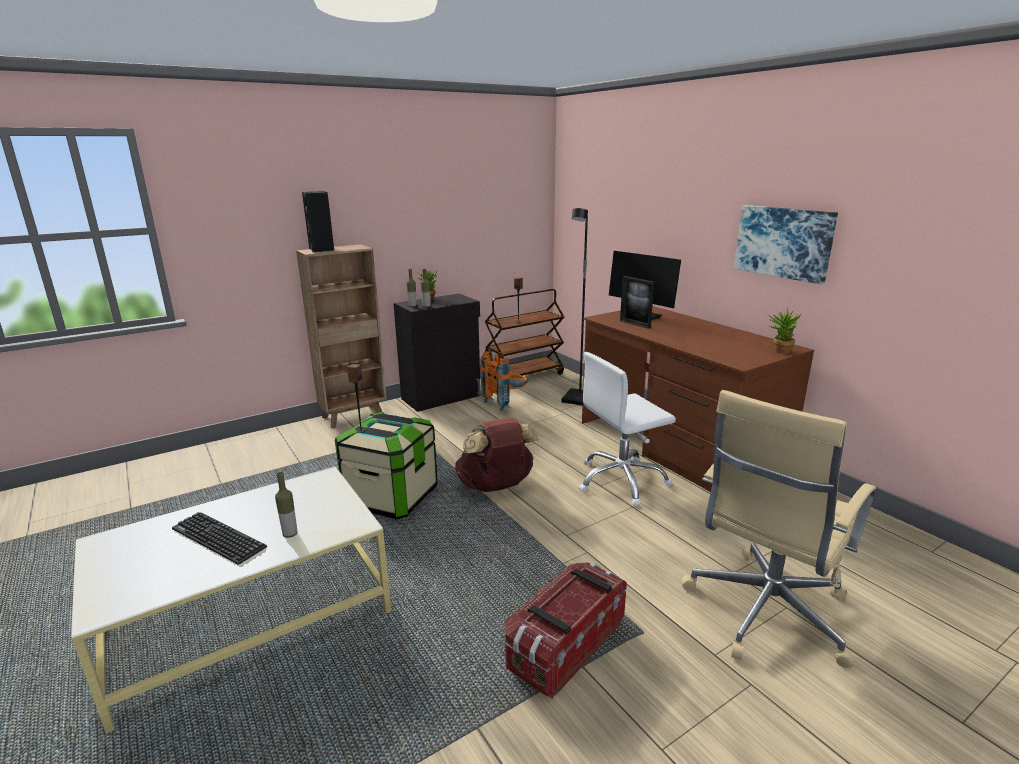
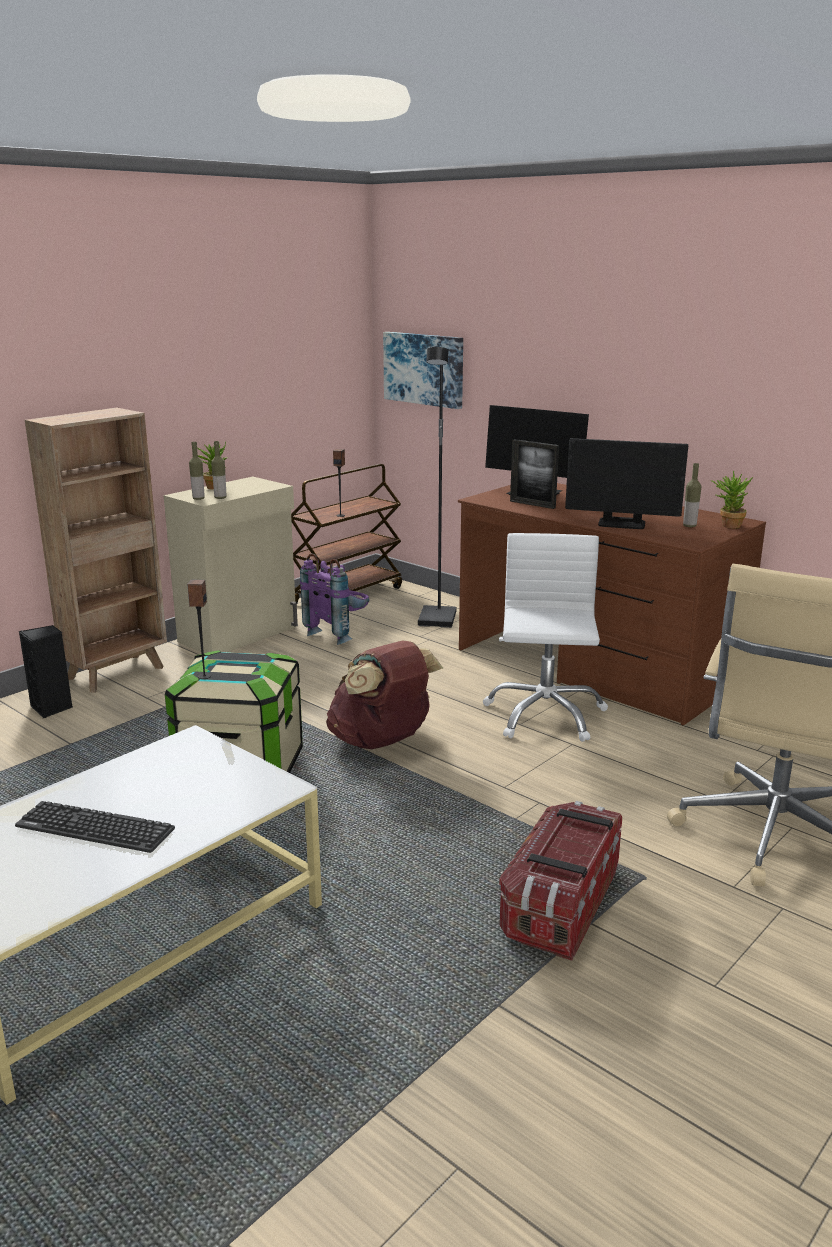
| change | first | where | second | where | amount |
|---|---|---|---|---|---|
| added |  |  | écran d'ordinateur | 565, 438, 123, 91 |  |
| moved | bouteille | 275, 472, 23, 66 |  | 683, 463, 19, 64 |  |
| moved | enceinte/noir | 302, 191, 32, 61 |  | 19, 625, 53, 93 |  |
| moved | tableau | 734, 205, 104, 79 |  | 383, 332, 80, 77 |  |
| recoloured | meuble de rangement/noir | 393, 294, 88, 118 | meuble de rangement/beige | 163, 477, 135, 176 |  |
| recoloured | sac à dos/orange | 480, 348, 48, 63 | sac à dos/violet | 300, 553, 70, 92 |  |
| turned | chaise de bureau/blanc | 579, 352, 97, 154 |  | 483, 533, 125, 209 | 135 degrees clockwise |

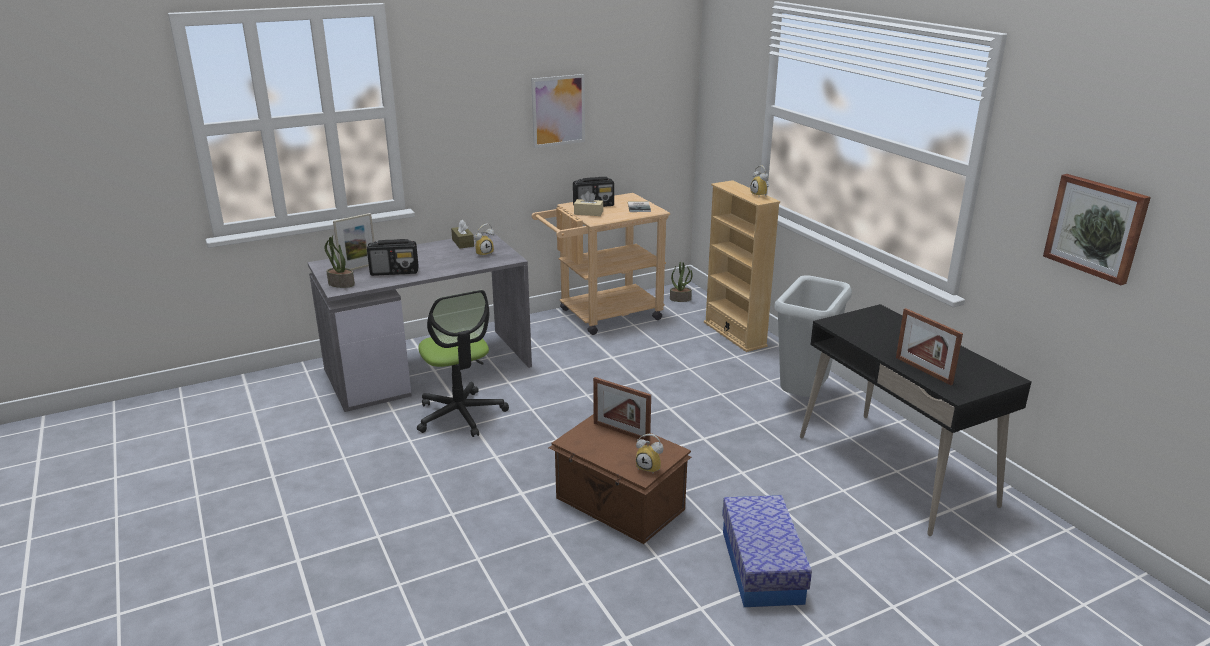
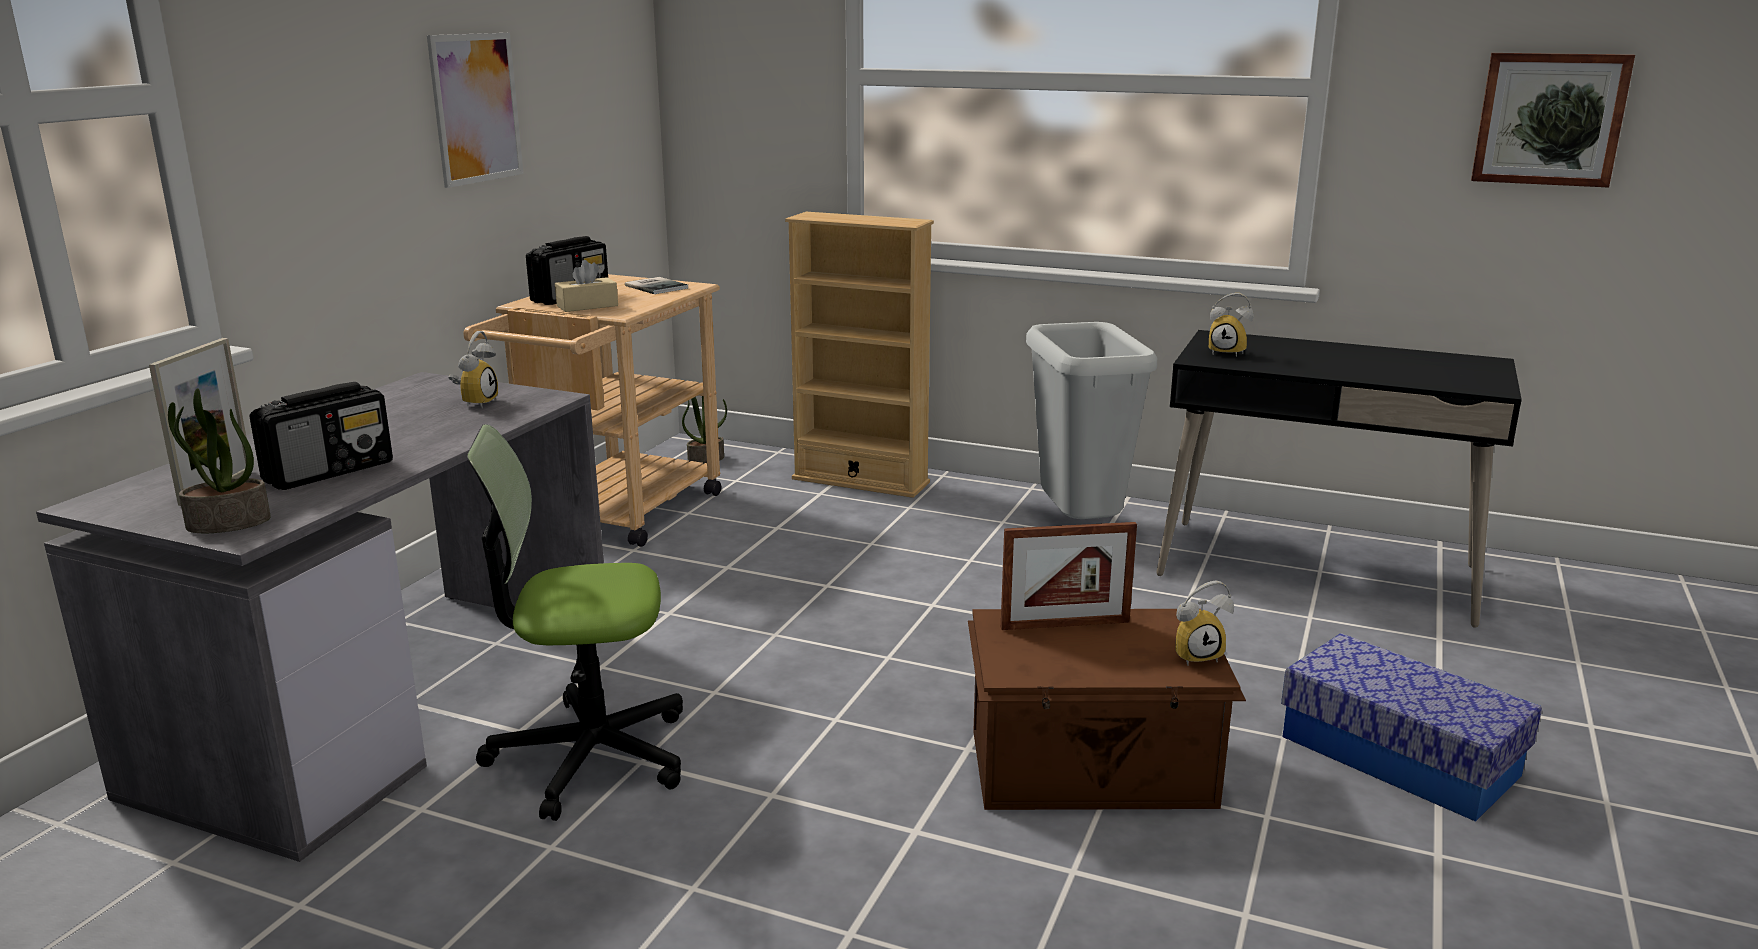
| change | first | where | second | where | amount |
|---|---|---|---|---|---|
| removed | boîte à mouchoirs/marron | 451, 220, 23, 29 |  |  |  |
| removed | cadre photo | 896, 308, 67, 77 |  |  |  |
| moved | réveil | 750, 166, 20, 30 |  | 1209, 293, 45, 64 |  |
| turned | chaise de bureau | 417, 290, 92, 147 |  | 467, 424, 216, 397 | 150 degrees clockwise |

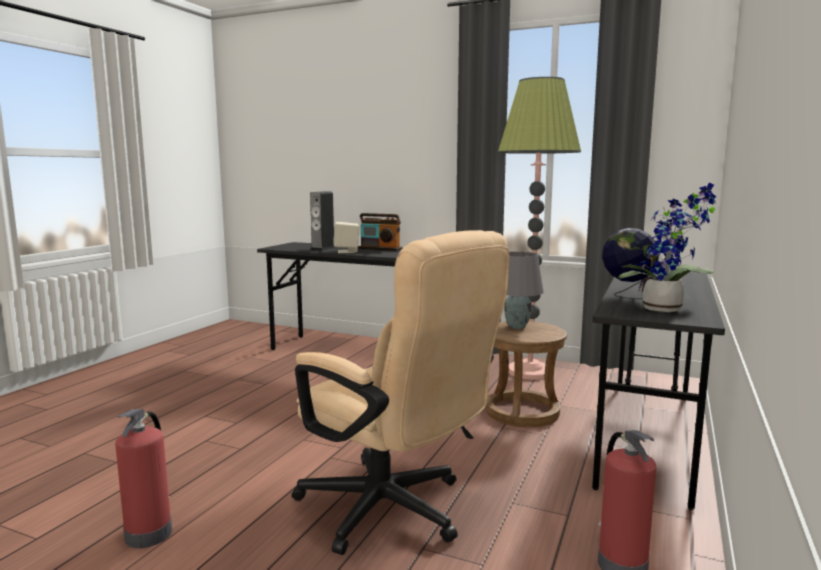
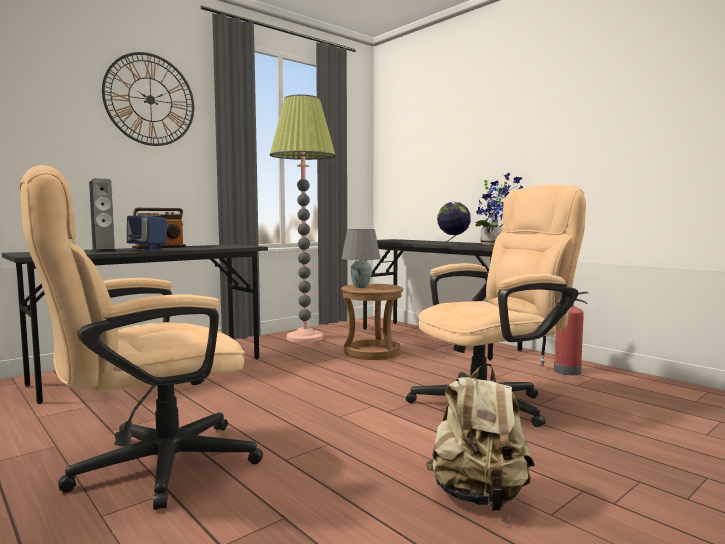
| change | first | where | second | where | amount |
|---|---|---|---|---|---|
| added |  |  | chaise de bureau/beige | 20, 165, 243, 345 |  |
| added |  |  | horloge murale | 102, 52, 92, 94 |  |
| replaced | extincteur | 115, 409, 57, 139 | sac à dos/beige | 426, 363, 109, 148 |  |
| recoloured | enceinte/beige | 333, 222, 26, 31 | enceinte/bleu | 127, 216, 40, 35 |  |

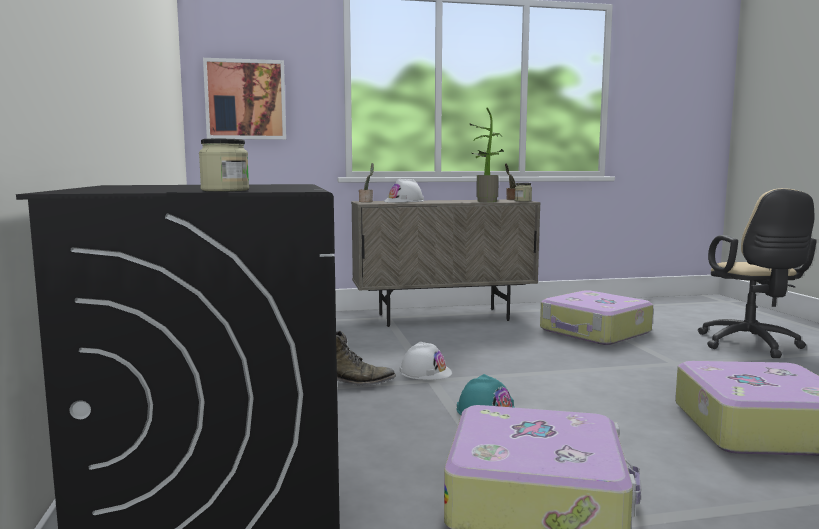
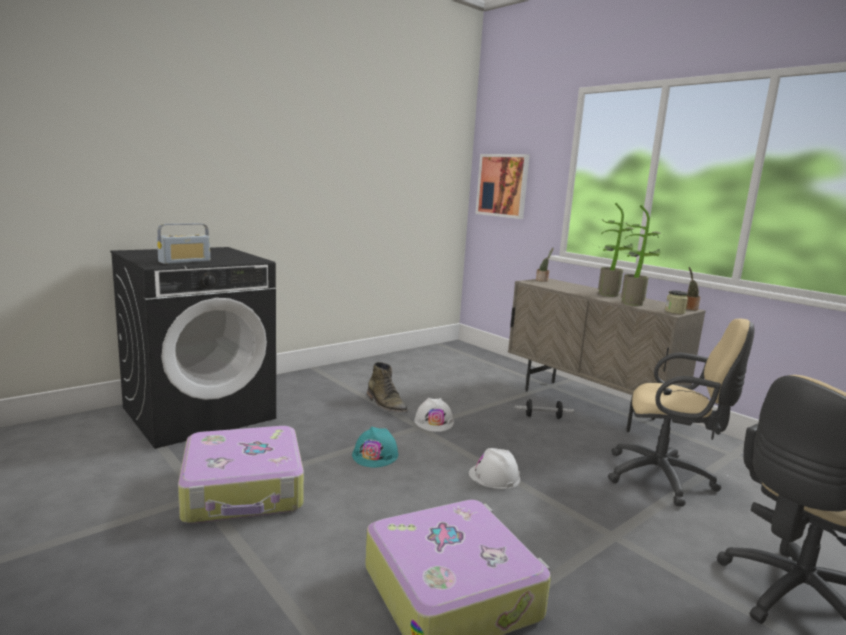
| change | first | where | second | where | amount |
|---|---|---|---|---|---|
| removed | bocal | 199, 139, 50, 52 |  |  |  |
| added |  |  | radio | 157, 223, 53, 41 |  |
| added |  |  | haltère | 515, 399, 59, 20 |  |
| added |  |  | plante en pot | 595, 203, 42, 94 |  |
| moved | casque de chantier/blanc | 384, 179, 40, 23 |  | 469, 448, 52, 41 |  |
| replaced | valise | 540, 290, 113, 55 | chaise de bureau/beige | 608, 319, 146, 187 |  |

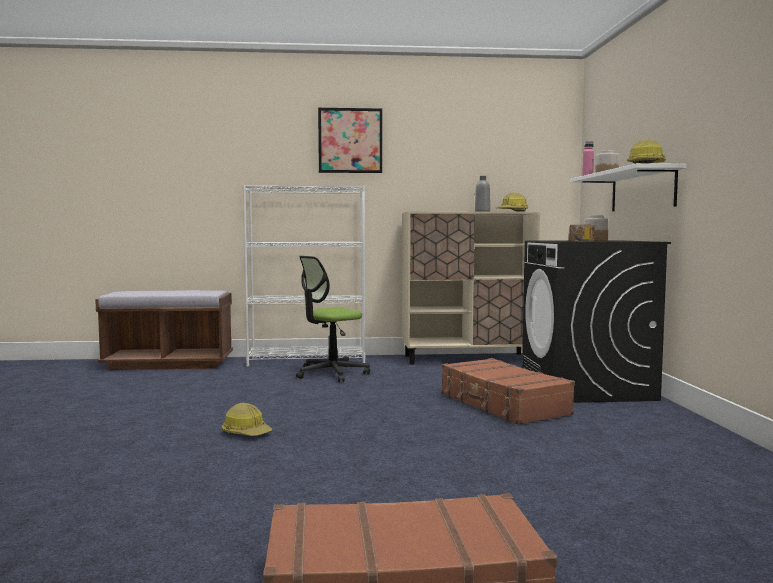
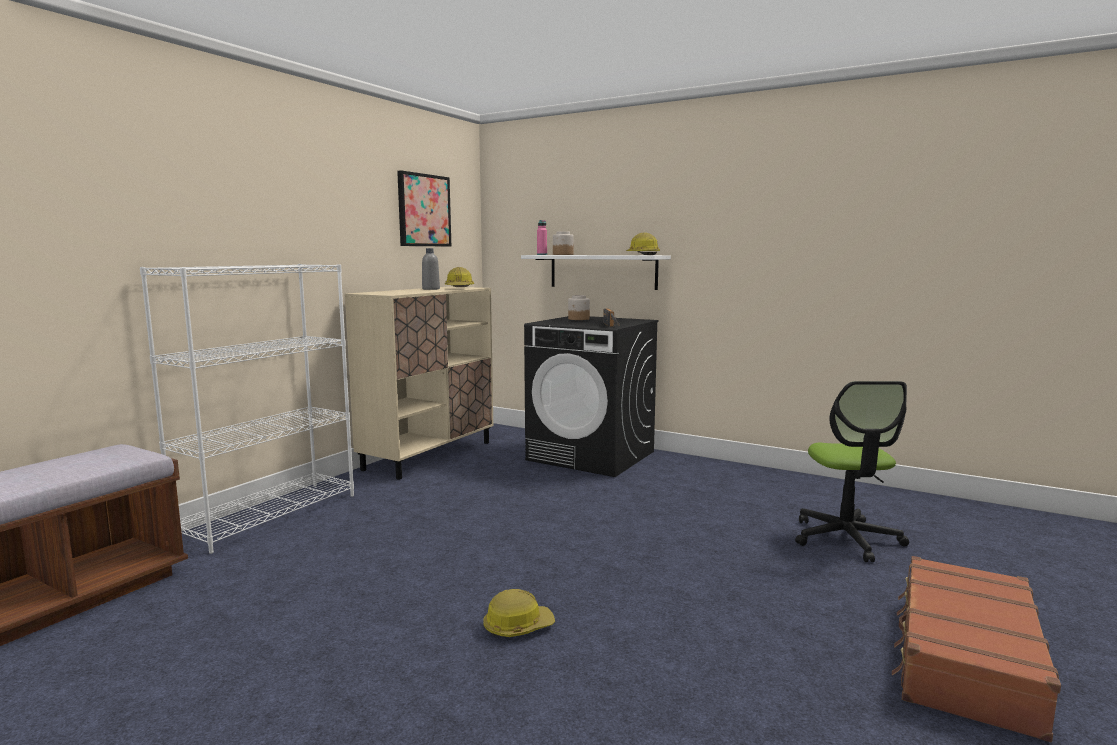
| change | first | where | second | where | amount |
|---|---|---|---|---|---|
| removed | valise/marron | 442, 358, 133, 67 |  |  |  |
| moved | chaise de bureau | 296, 256, 74, 126 |  | 795, 381, 114, 181 |  |
| moved | tableau | 318, 108, 64, 65 |  | 397, 170, 54, 76 |  |

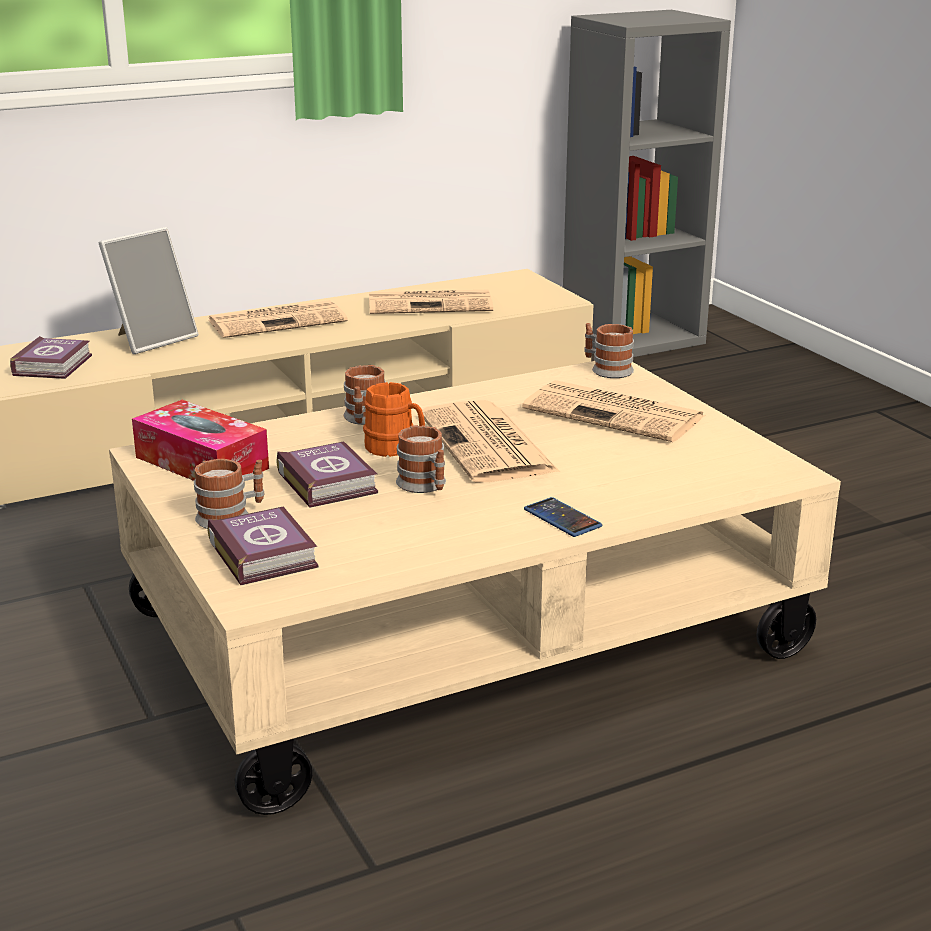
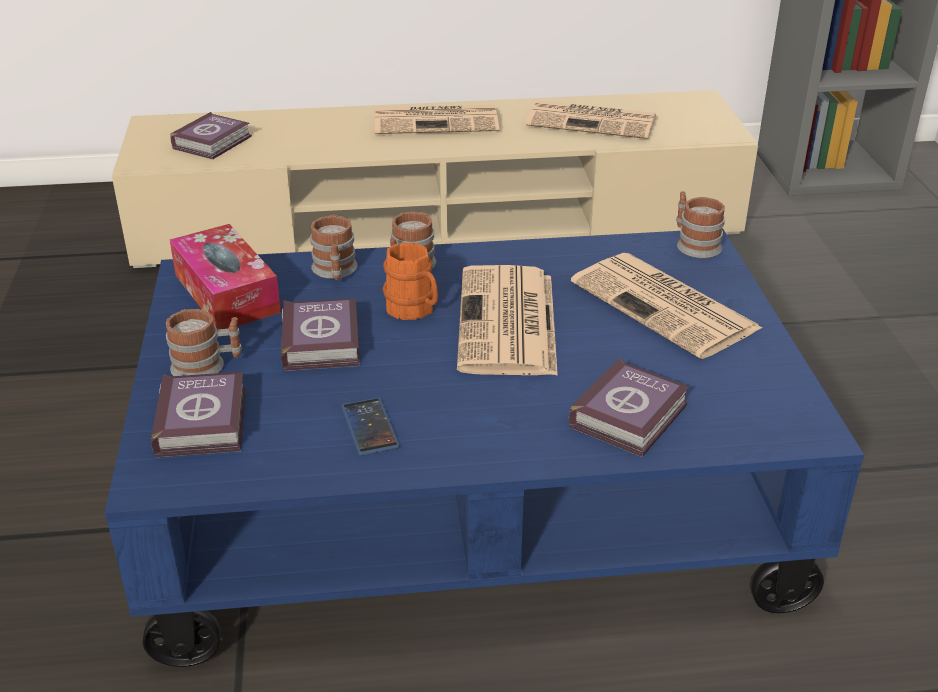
| change | first | where | second | where | amount |
|---|---|---|---|---|---|
| removed | cadre photo | 99, 227, 100, 127 |  |  |  |
| added |  |  | livre | 569, 358, 120, 99 |  |
| moved | mug | 396, 425, 50, 68 |  | 310, 215, 47, 65 |  |
| moved | téléphone | 524, 497, 78, 40 |  | 341, 398, 59, 58 |  |
| recoloured | table basse/beige | 109, 361, 732, 454 | table basse/bleu | 105, 228, 759, 439 |  |

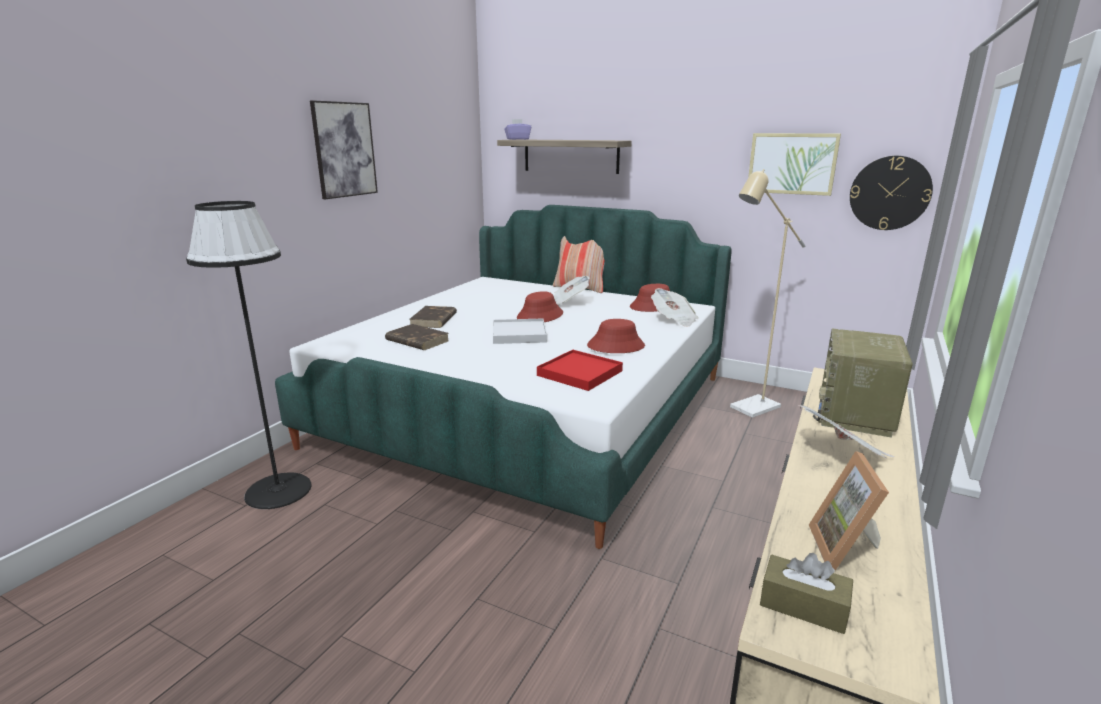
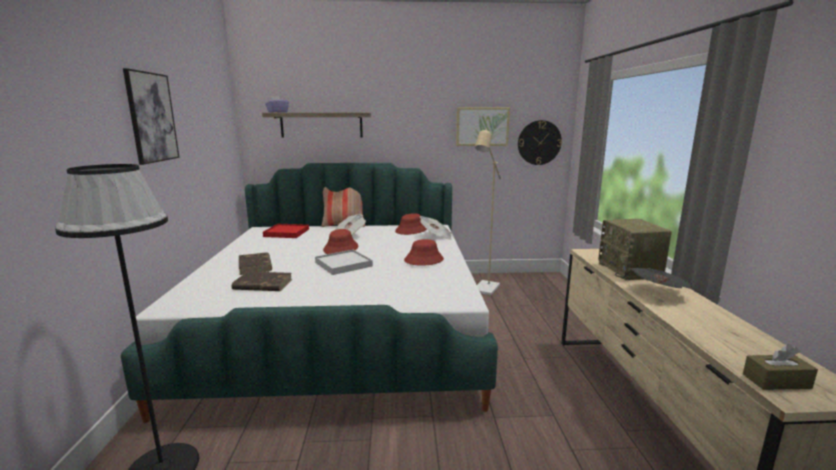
| change | first | where | second | where | amount |
|---|---|---|---|---|---|
| removed | cadre photo | 809, 451, 80, 119 |  |  |  |
| moved | plateau/rouge | 537, 350, 86, 41 |  | 263, 224, 46, 14 |  |

